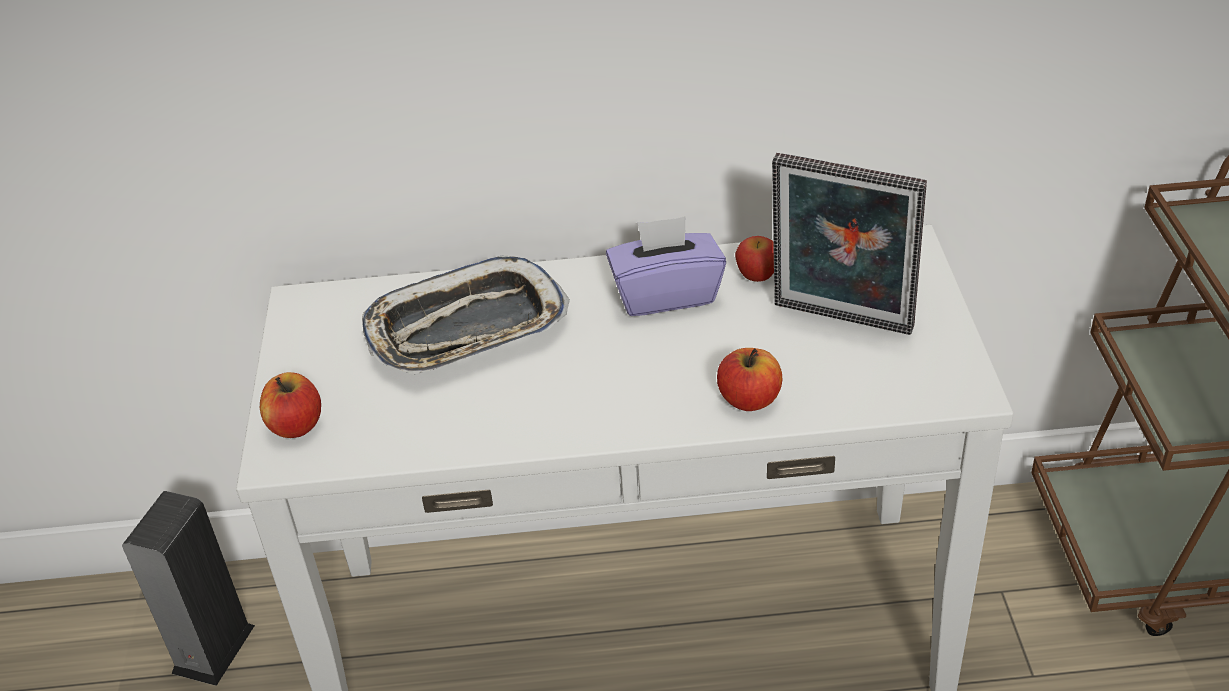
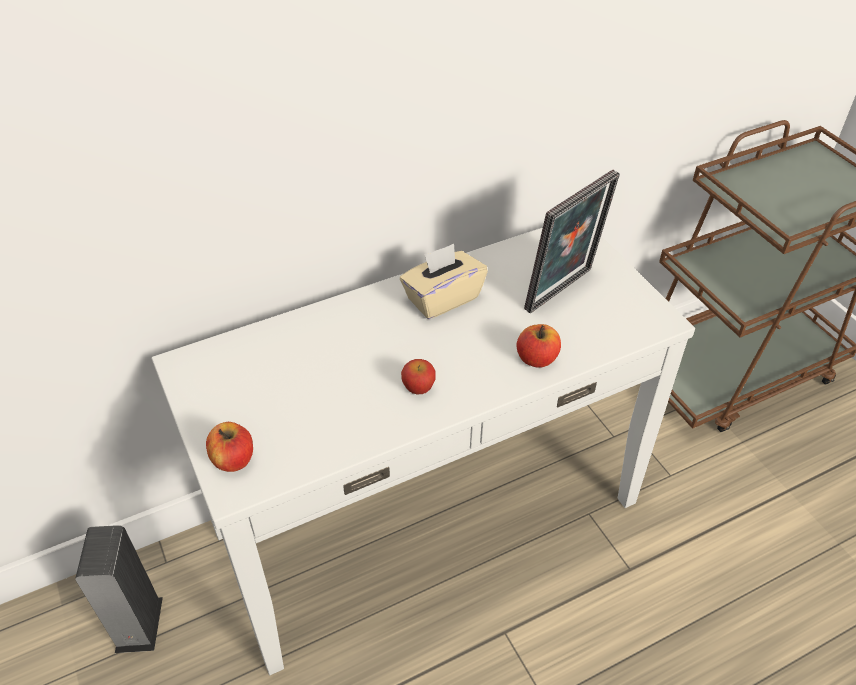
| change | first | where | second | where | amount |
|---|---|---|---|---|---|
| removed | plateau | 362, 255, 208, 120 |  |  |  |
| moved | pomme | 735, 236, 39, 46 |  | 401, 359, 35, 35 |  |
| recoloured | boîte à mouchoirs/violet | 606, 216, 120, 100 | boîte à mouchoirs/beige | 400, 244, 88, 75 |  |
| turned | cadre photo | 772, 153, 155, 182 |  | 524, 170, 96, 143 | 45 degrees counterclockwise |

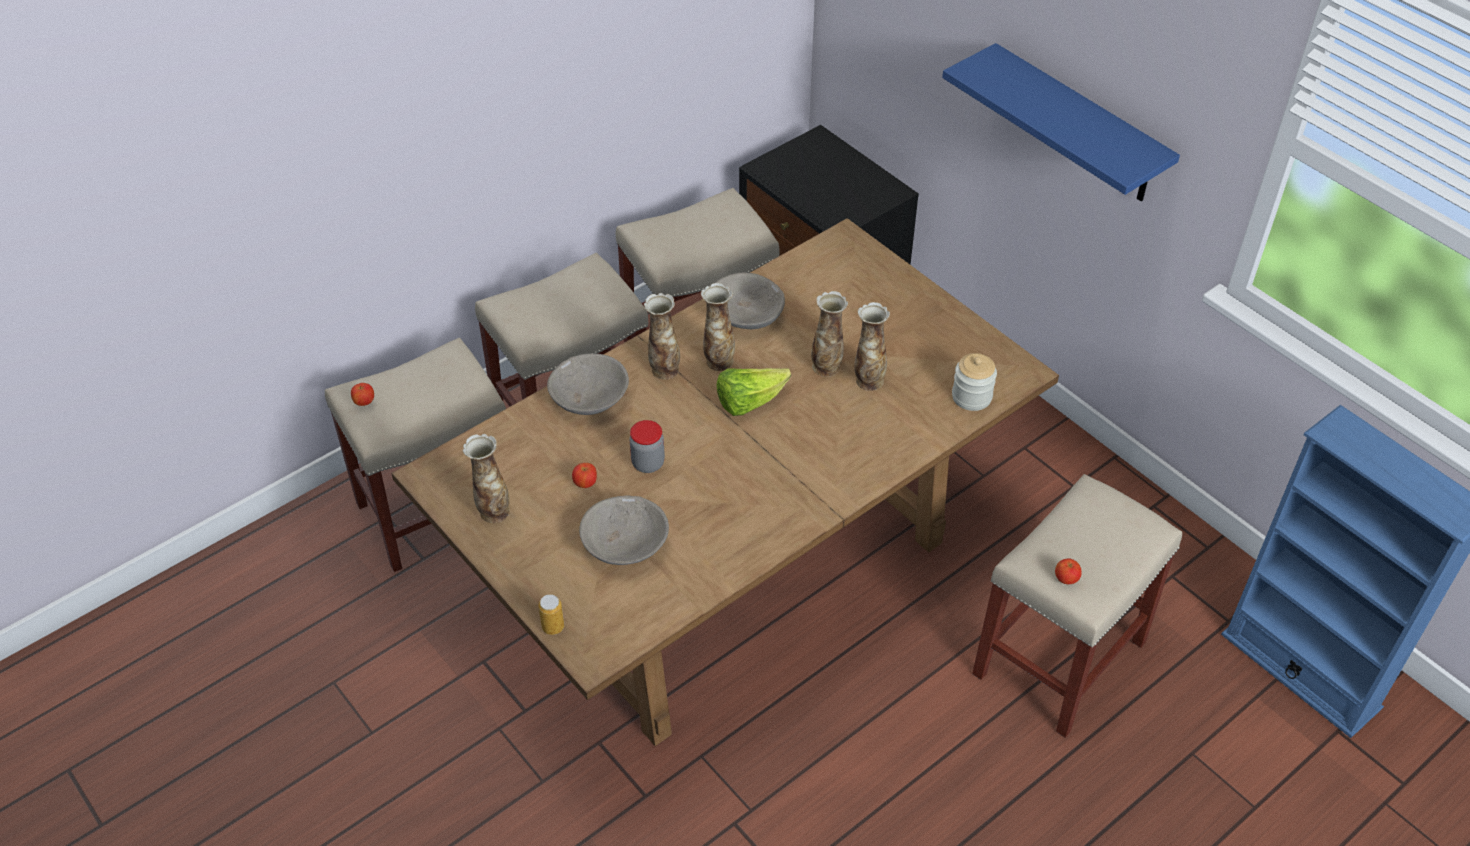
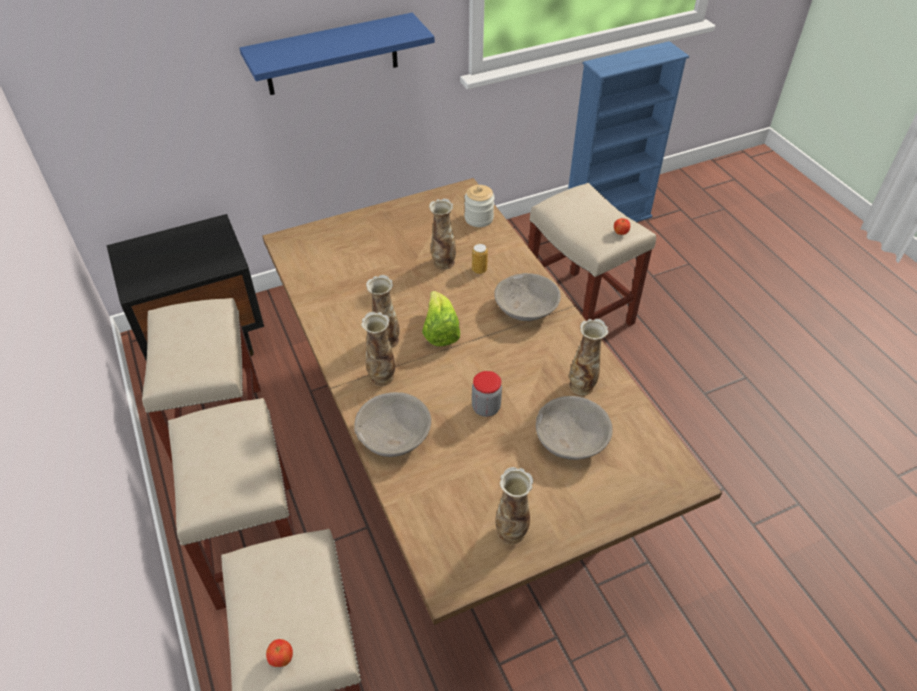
| change | first | where | second | where | amount |
|---|---|---|---|---|---|
| removed | pomme | 572, 463, 25, 25 |  |  |  |
| moved | boîte métallique | 538, 594, 26, 41 |  | 472, 244, 16, 30 |  |
| moved | bol/gris | 715, 272, 70, 57 |  | 494, 273, 67, 48 |  |
| moved | vase | 811, 291, 37, 86 |  | 569, 319, 40, 77 |  |

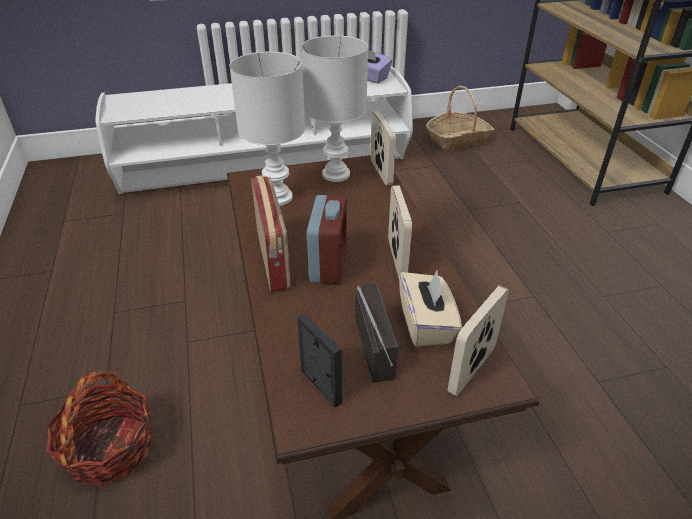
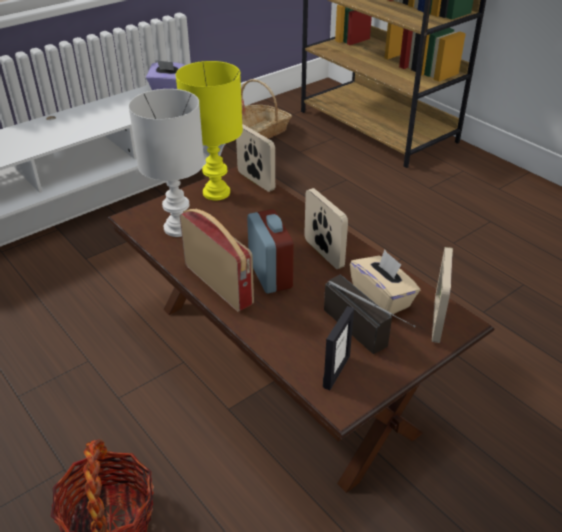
| change | first | where | second | where | amount |
|---|---|---|---|---|---|
| recoloured | lampe de table/blanc | 301, 35, 67, 147 | lampe de table/jaune | 176, 61, 67, 139 |  |
| turned | cadre photo | 297, 313, 45, 95 |  | 323, 306, 31, 84 | 90 degrees clockwise |

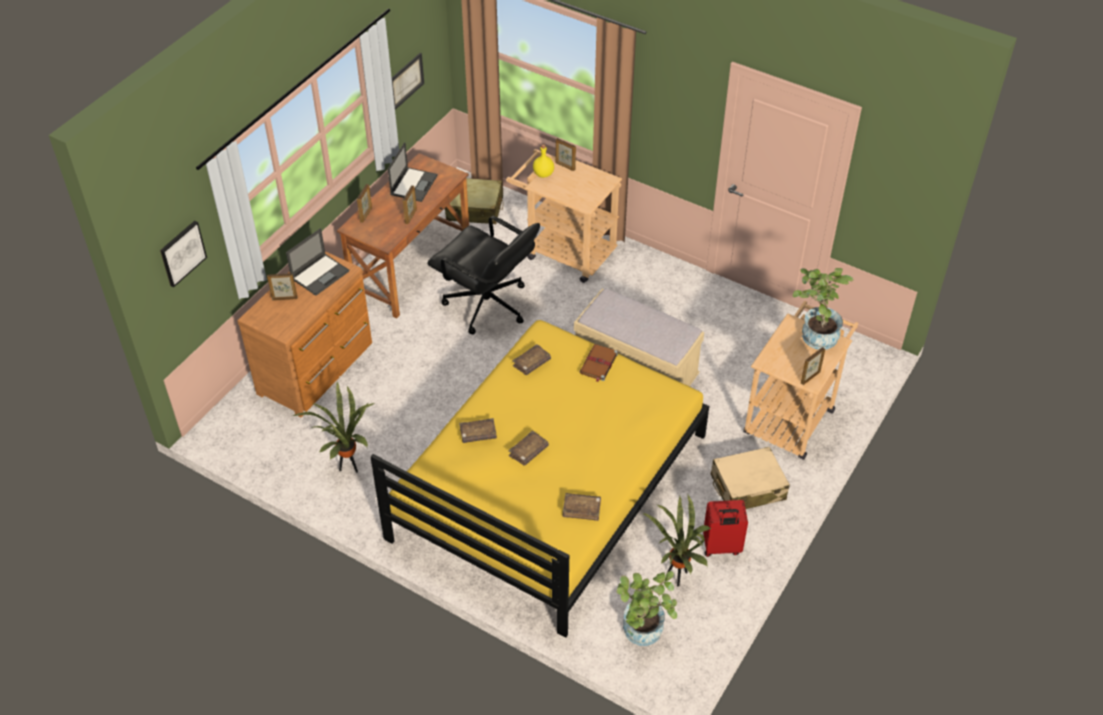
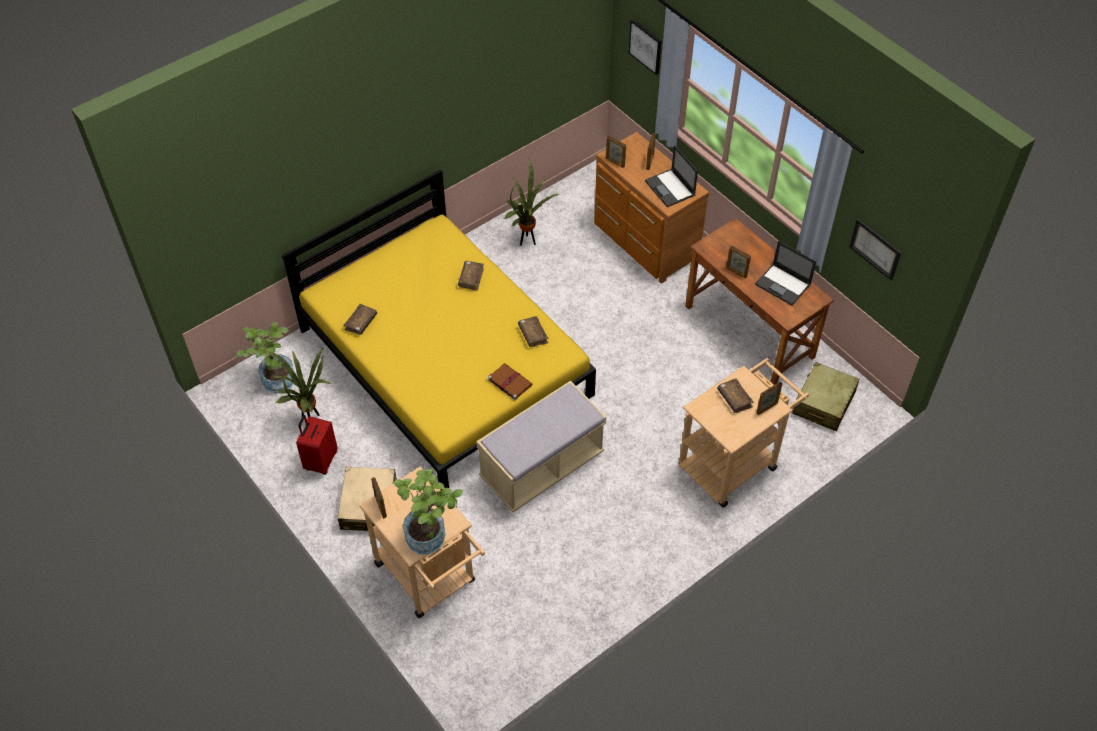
| change | first | where | second | where | amount |
|---|---|---|---|---|---|
| removed | chaise de bureau/noir | 428, 216, 112, 118 |  |  |  |
| removed | bouteille/jaune | 533, 144, 21, 34 |  |  |  |
| moved | cadre photo | 357, 184, 15, 39 |  | 606, 136, 20, 32 |  |
| moved | livre/marron | 508, 430, 41, 36 |  | 717, 378, 37, 35 |  |

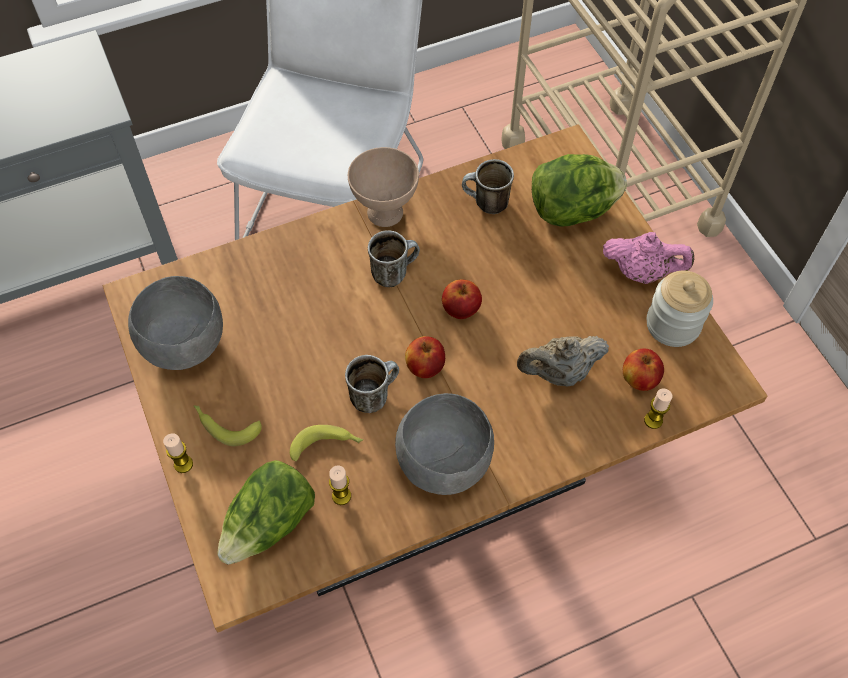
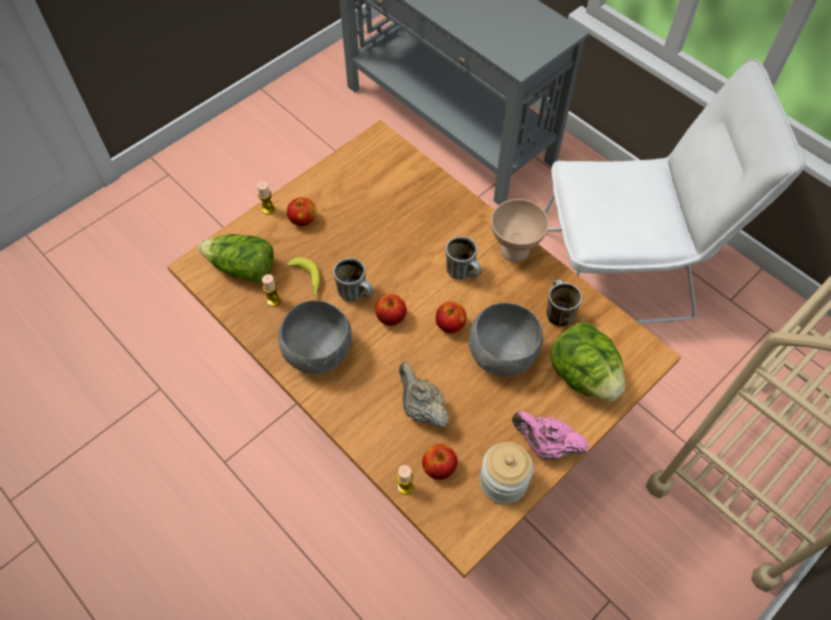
| change | first | where | second | where | amount |
|---|---|---|---|---|---|
| moved | bol/gris | 128, 276, 95, 94 |  | 469, 303, 74, 74 |  |
| replaced | banane | 194, 406, 68, 40 | pomme | 287, 197, 29, 29 |  |
| turned | théière/rose | 603, 232, 91, 52 |  | 512, 411, 77, 49 | 120 degrees clockwise |

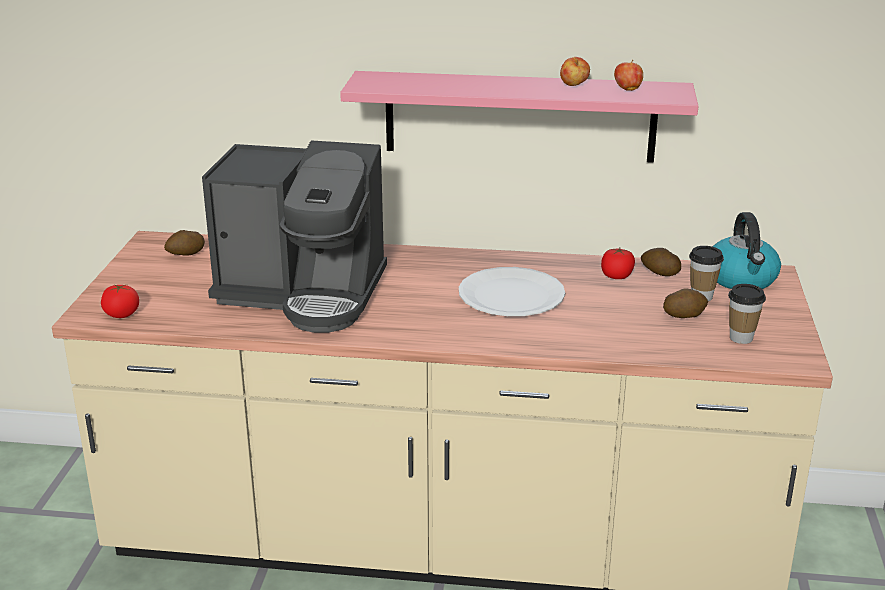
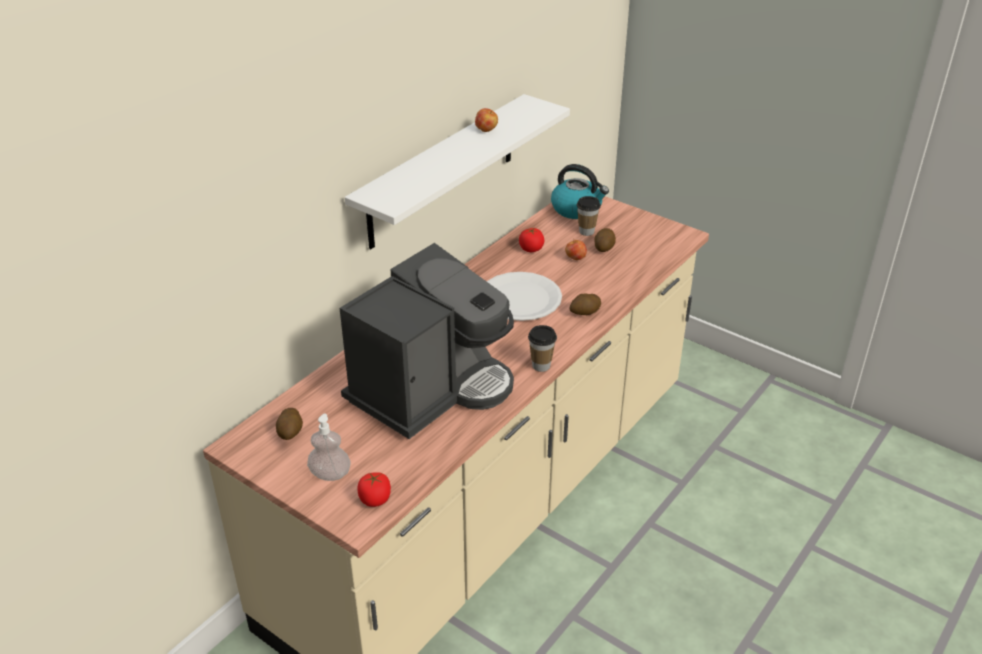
| change | first | where | second | where | amount |
|---|---|---|---|---|---|
| added |  |  | distributeur de savon | 307, 414, 44, 67 |  |
| moved | pomme | 614, 60, 29, 31 |  | 565, 240, 22, 20 |  |
| moved | pomme de terre | 641, 248, 40, 28 |  | 570, 293, 31, 22 |  |
| moved | tasse | 728, 284, 38, 60 |  | 528, 325, 29, 47 |  |
| recoloured | étagère/rose | 340, 71, 358, 92 | étagère/blanc | 345, 94, 225, 155 |  |

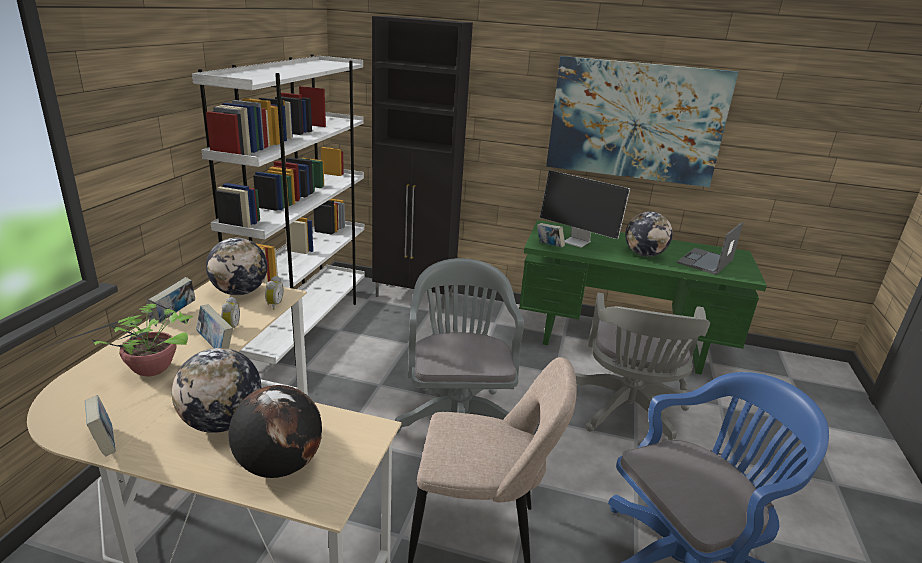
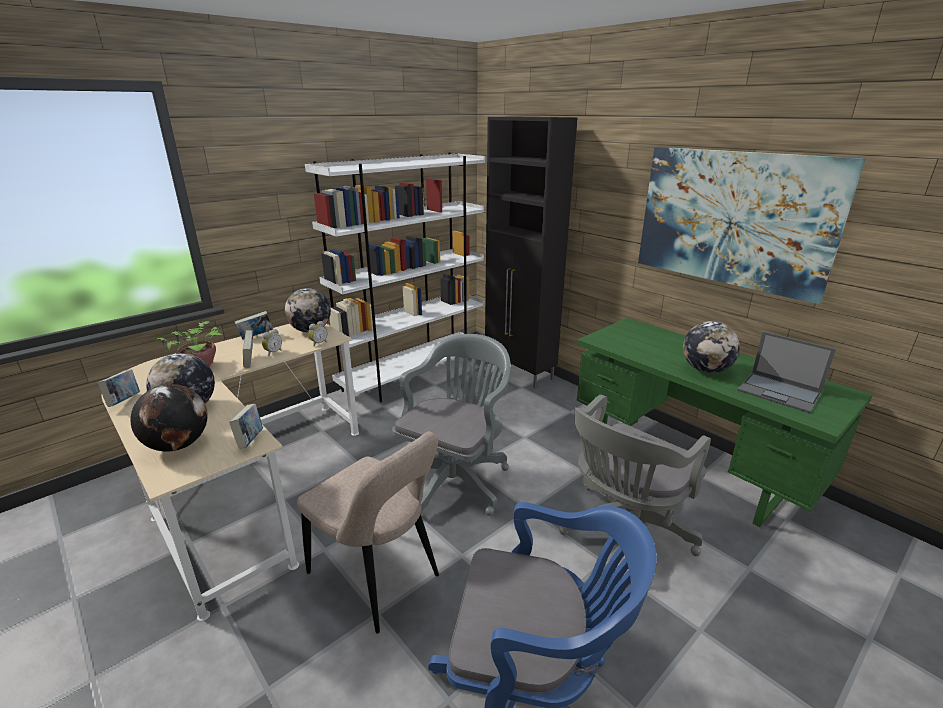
| change | first | where | second | where | amount |
|---|---|---|---|---|---|
| removed | écran d'ordinateur | 540, 170, 90, 78 |  |  |  |
| moved | livre | 537, 223, 28, 24 |  | 229, 404, 34, 45 |  |
| turned | ordinateur portable | 677, 222, 66, 53 |  | 737, 331, 99, 82 | 120 degrees counterclockwise |

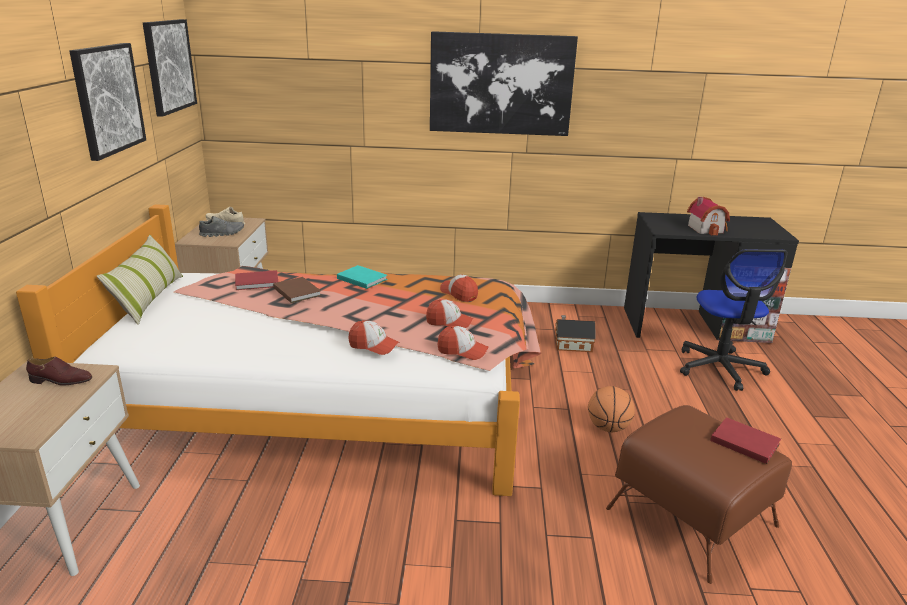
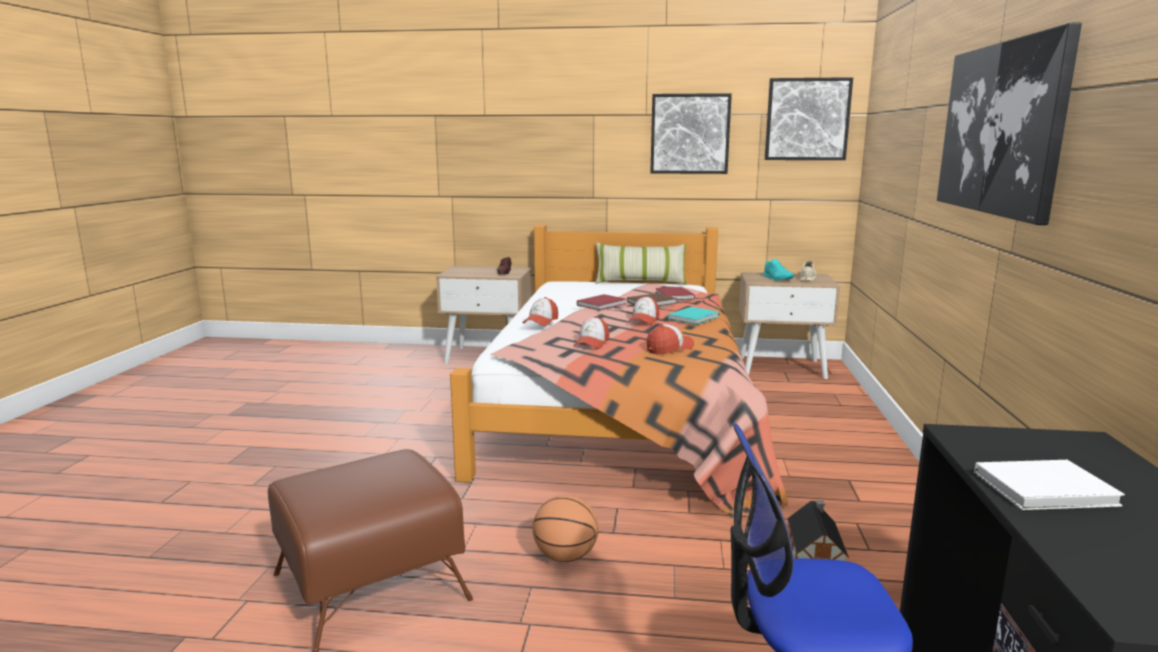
| change | first | where | second | where | amount |
|---|---|---|---|---|---|
| moved | casquette | 438, 326, 51, 34 |  | 628, 296, 31, 29 |  |
| moved | livre/rouge | 710, 417, 71, 47 |  | 577, 294, 49, 17 |  |
| replaced | maison miniature | 687, 197, 43, 39 | livre/blanc | 974, 460, 151, 50 |  |
| recoloured | chaussure/gris | 199, 216, 45, 21 | chaussure/turquoise | 763, 259, 31, 22 |  |

